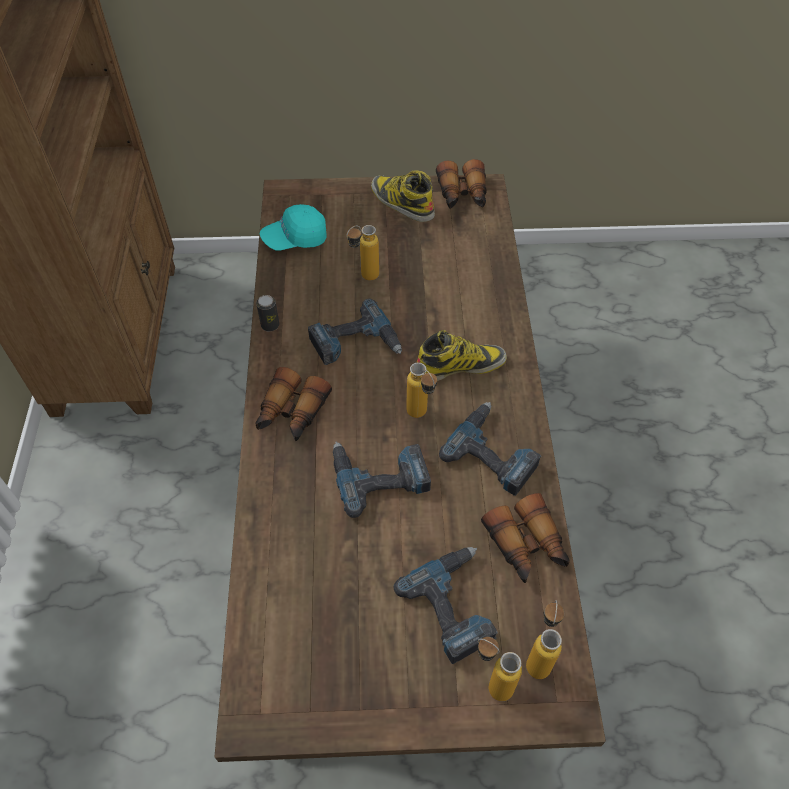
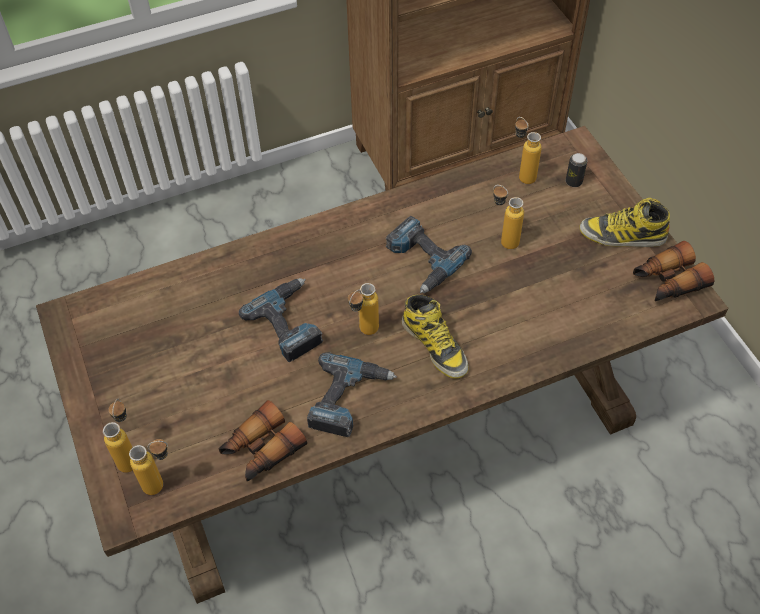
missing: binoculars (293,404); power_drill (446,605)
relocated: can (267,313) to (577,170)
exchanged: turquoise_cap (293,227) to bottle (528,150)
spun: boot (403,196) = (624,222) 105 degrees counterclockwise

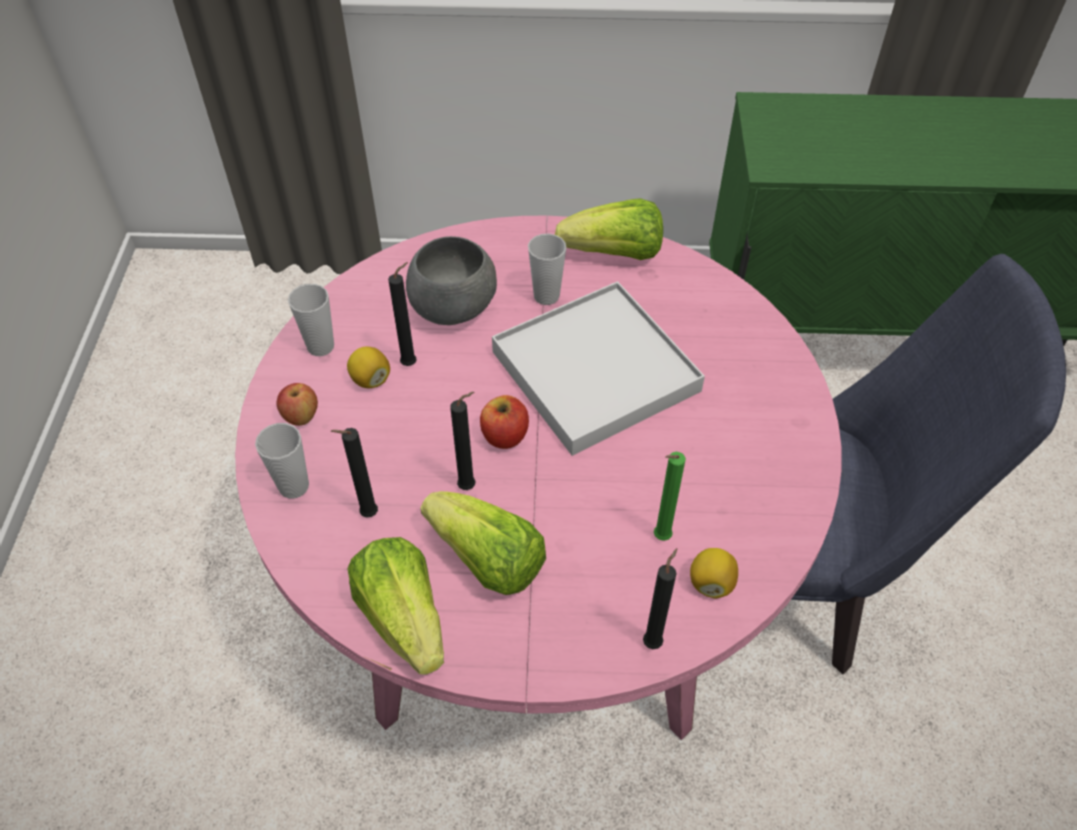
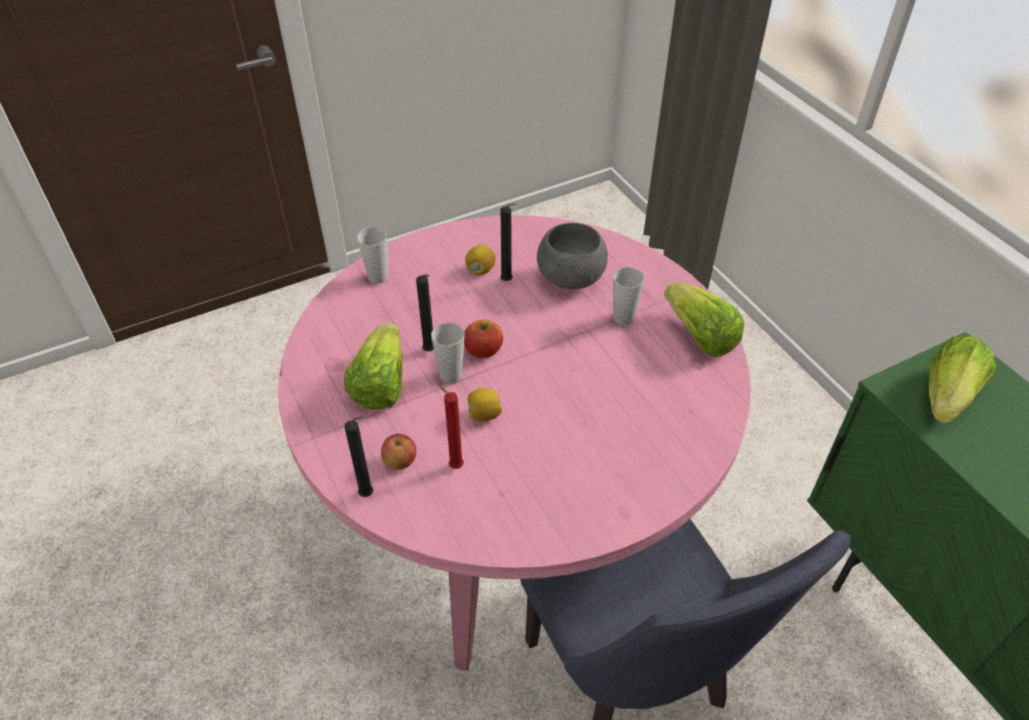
missing: black_candle (354,473); white_tray (598,368)
relocated: apple (297,404) to (398,452); cup (311,320) to (448,352); lettuce (395,605) to (962,379); lemon (714,573) to (484,405)
colour: green_candle (670,496) to red_candle (451,426)

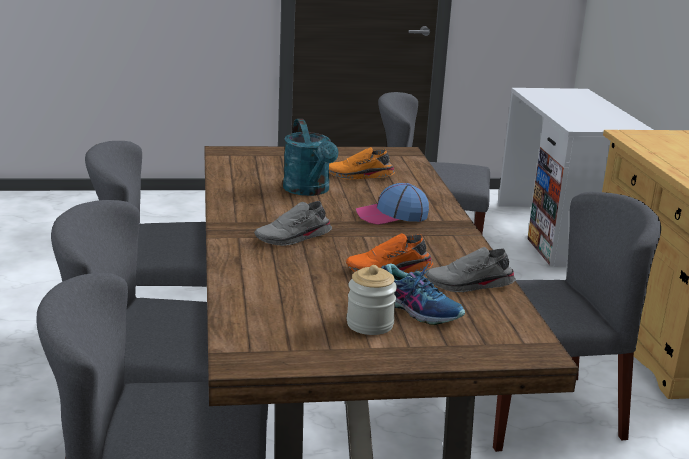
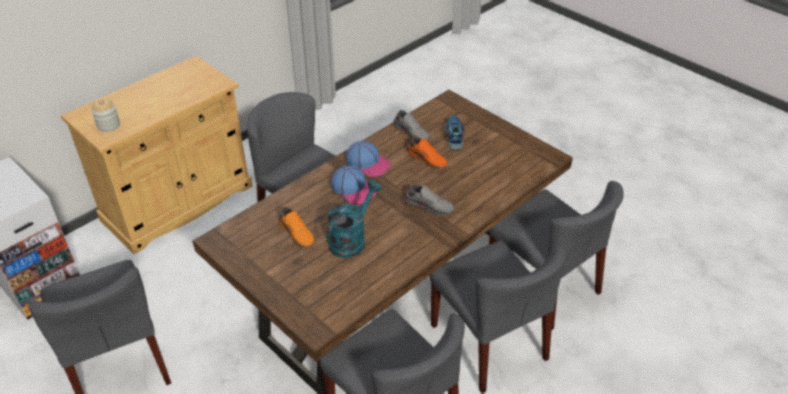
appeared: cap (368,159)
relocated: jar (372,300) to (105,115)

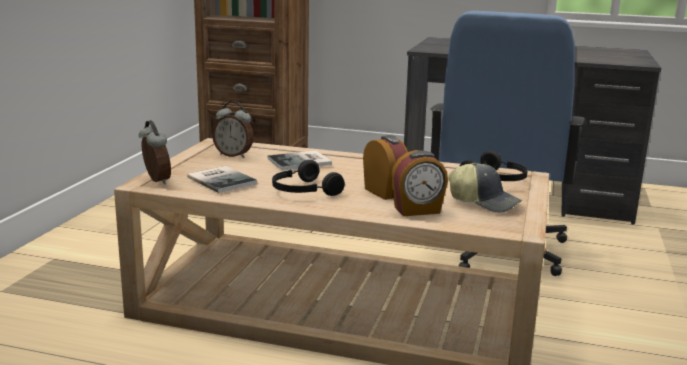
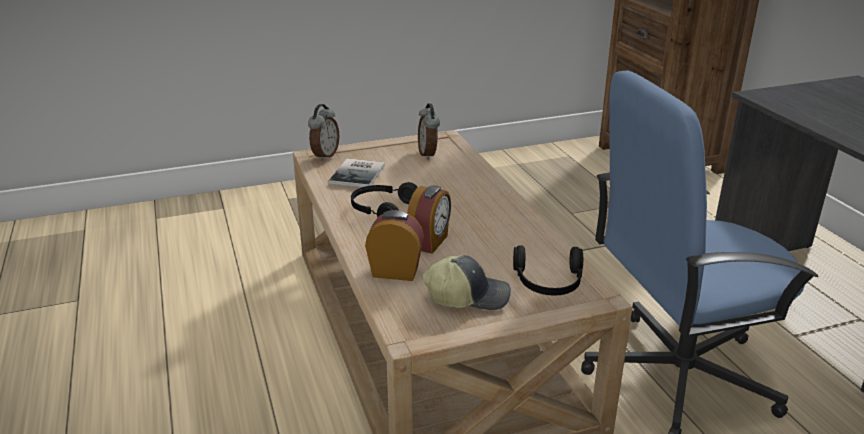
missing: book (300,161)
spun: alarm_clock (419,183) = (394,245) 150 degrees clockwise; cap (485,188) = (467,282) 90 degrees counterclockwise

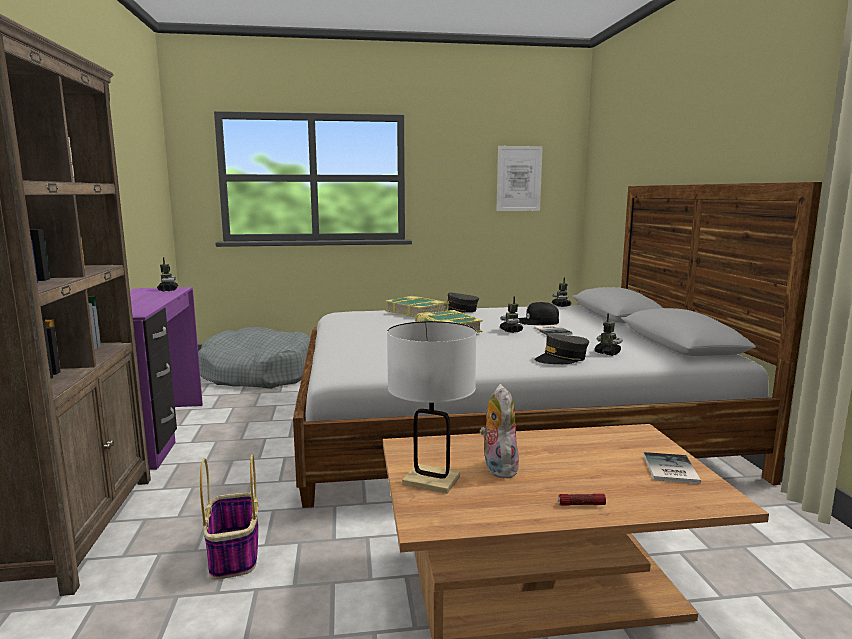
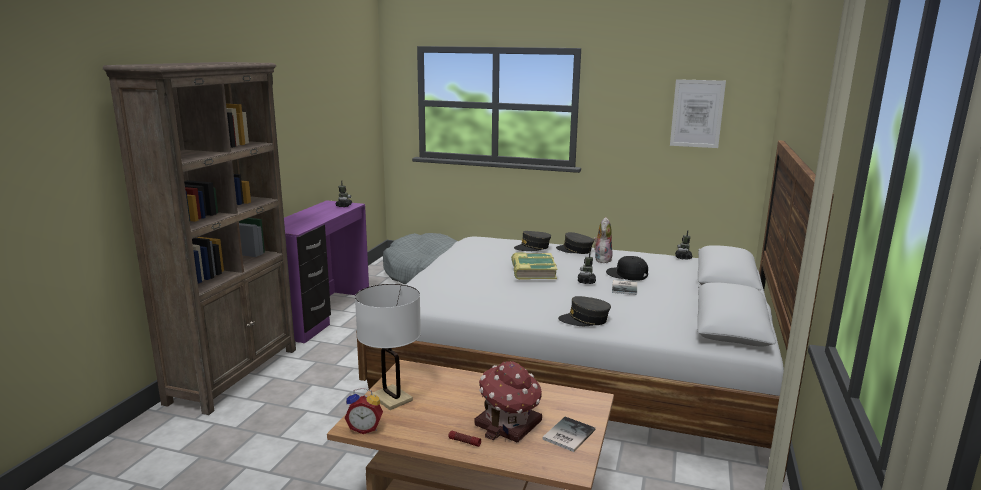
missing: basket (229,517); toy_robot (609,335)
appeared: alarm_clock (364,411); toy_house (508,402)
relocated: plush_toy (500,431) to (602,240)
exchanged: book (417,307) to grey_cap (532,241)

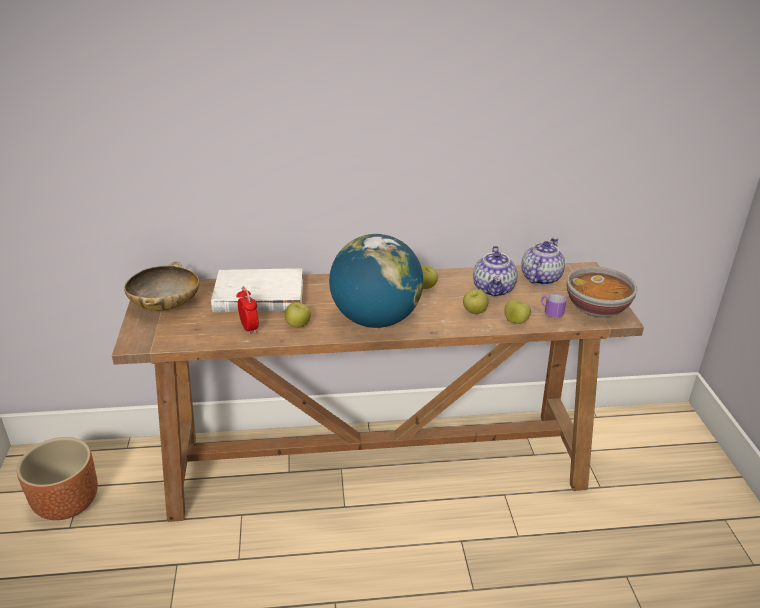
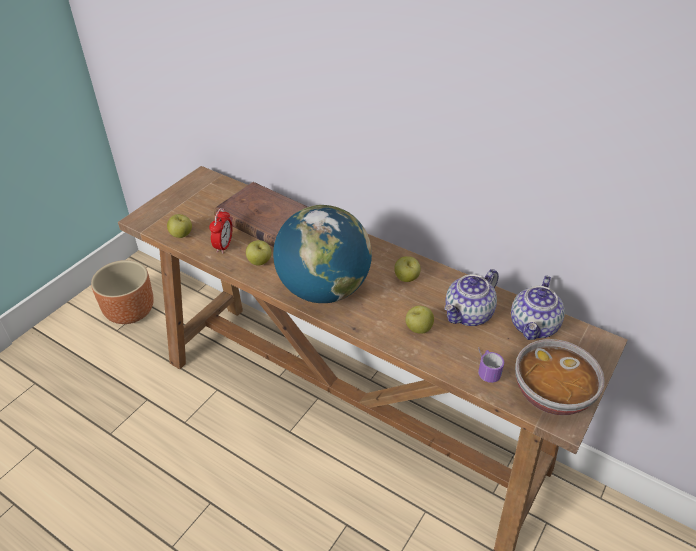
missing: beige_bowl (162,286)
relocated: apple (517,312) to (179,226)
colour: white_book (257,290) to brown_book (261,214)
spun: teapot (543,262) = (538,307) 135 degrees clockwise

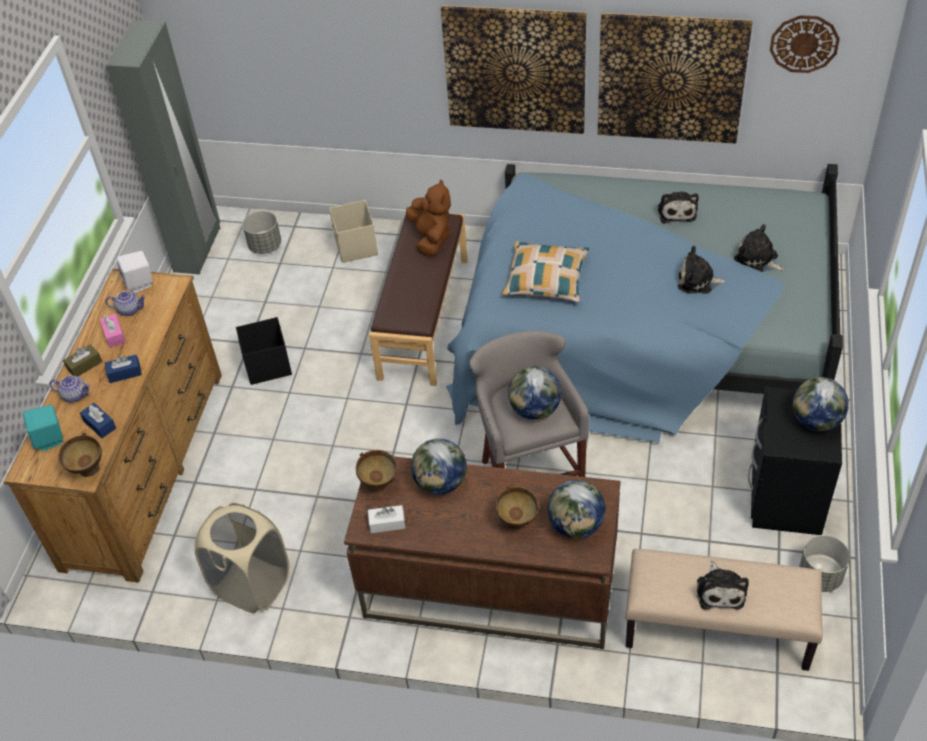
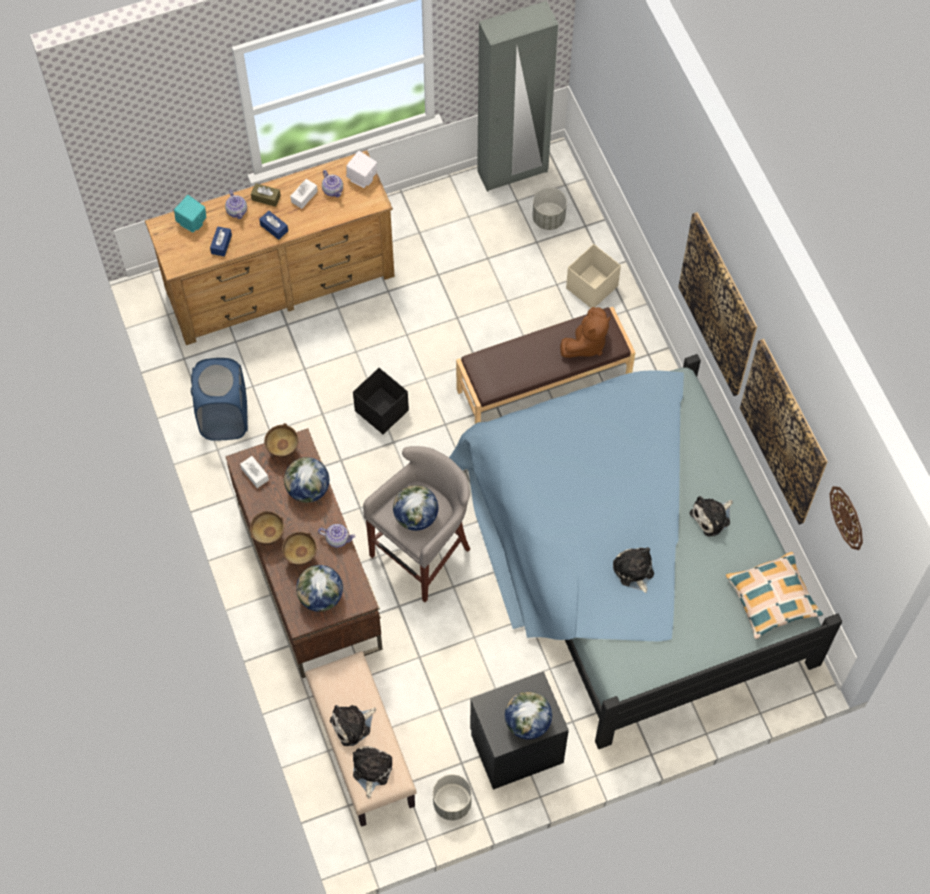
appeared: teapot (337,536)
relocated: brown_bowl (80,454) to (267,528); black_storage_box (264,351) to (381,401); pillow (545,271) to (774,595); plush_toy (759,248) to (372,772)
colour: pink_tissue_box (113,330) to white_tissue_box (304,194); beige_laundry_basket (241,558) to blue_laundry_basket (219,399)

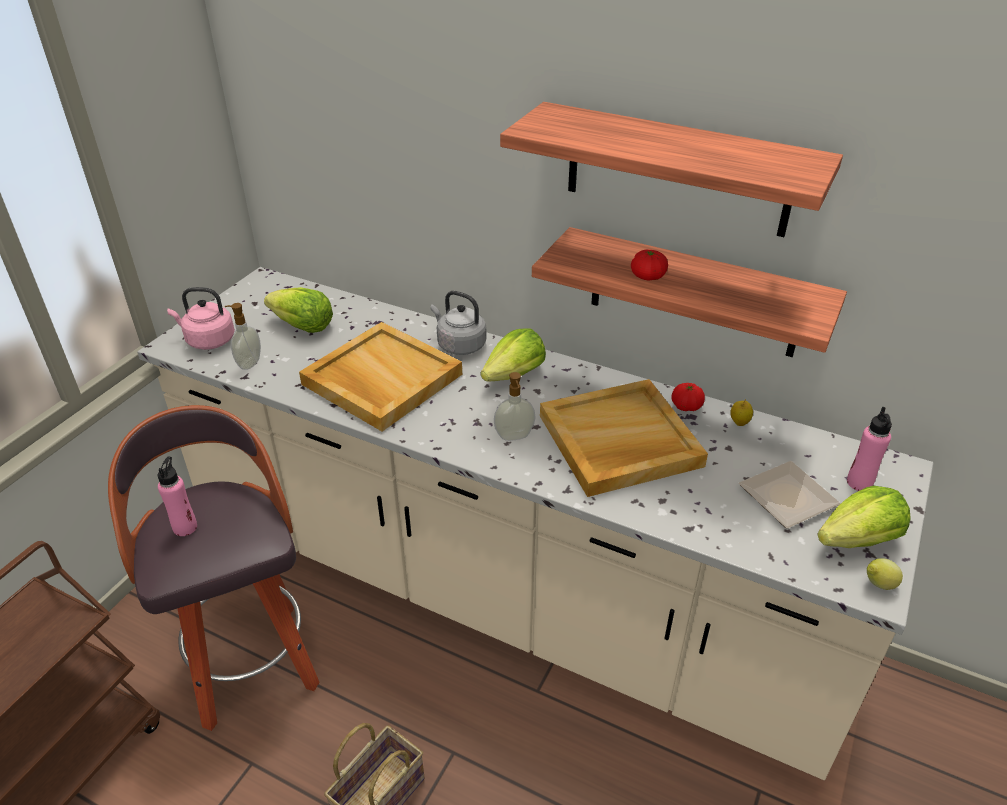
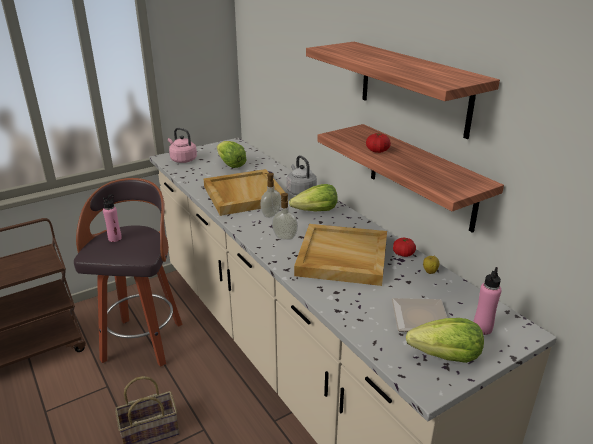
missing: lemon (885,574)
relocated: soap_dispenser (243,336) to (271,195)

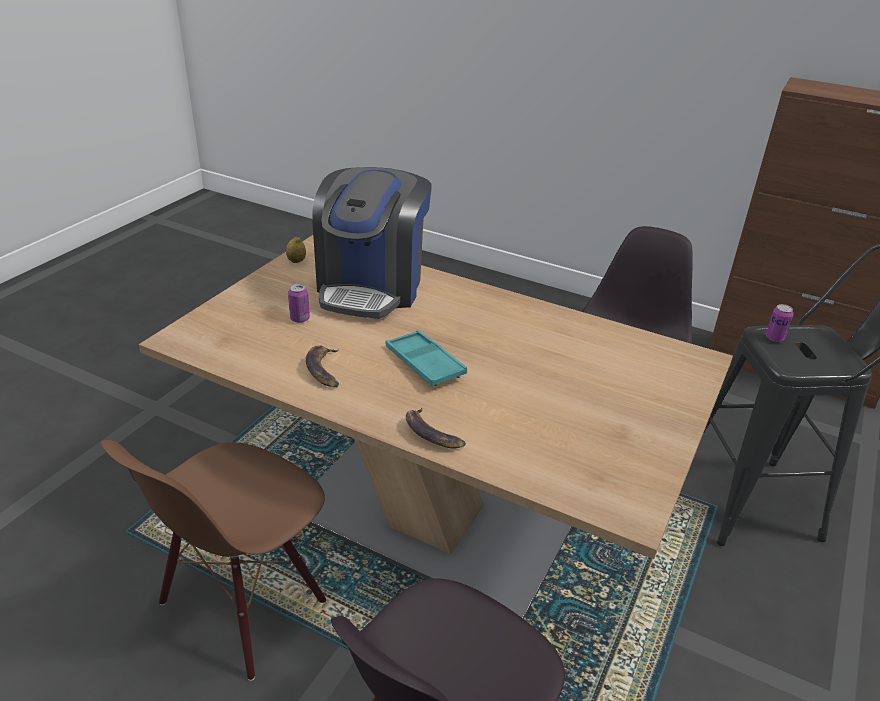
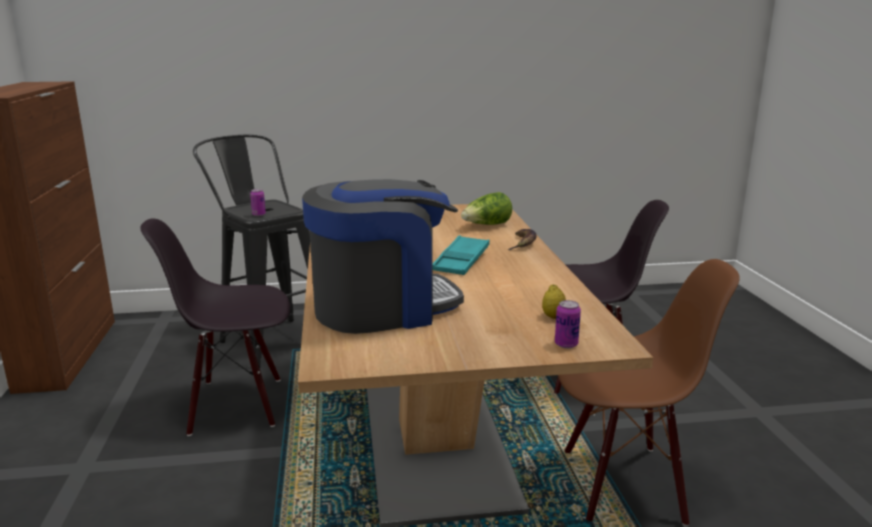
missing: banana (322,366)
appeared: lettuce (486,208)
relocated: lemon (296,249) to (554,302); can (299,303) to (568,324)

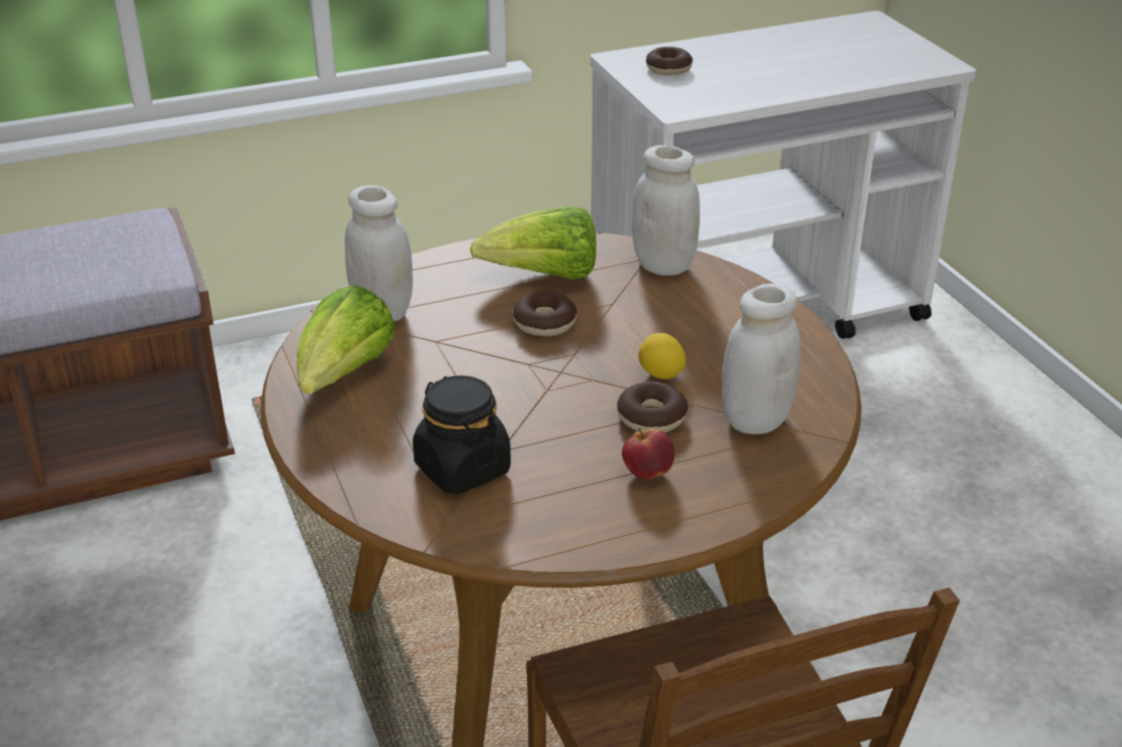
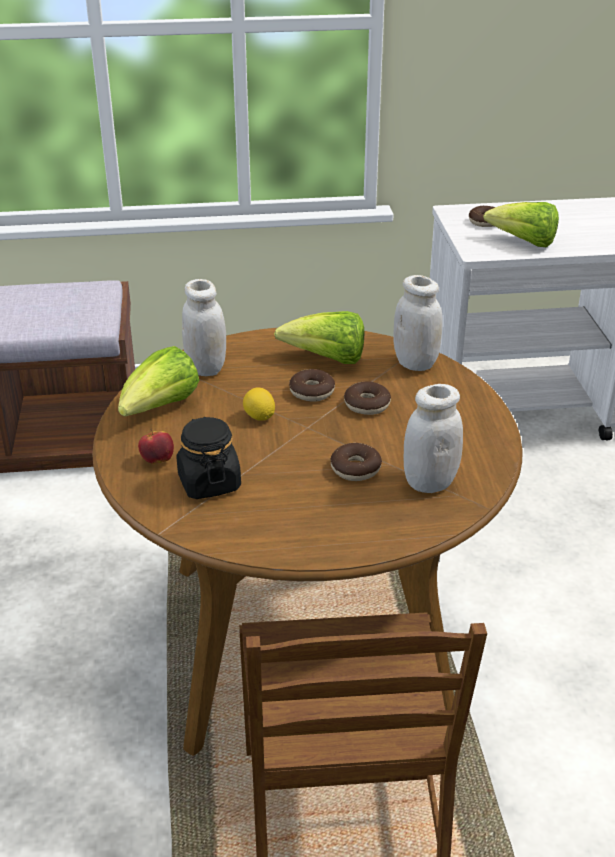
appeared: donut (367,398); lettuce (521,224)
relocated: apple (648,453) to (156,446); lemon (662,356) to (259,404)

